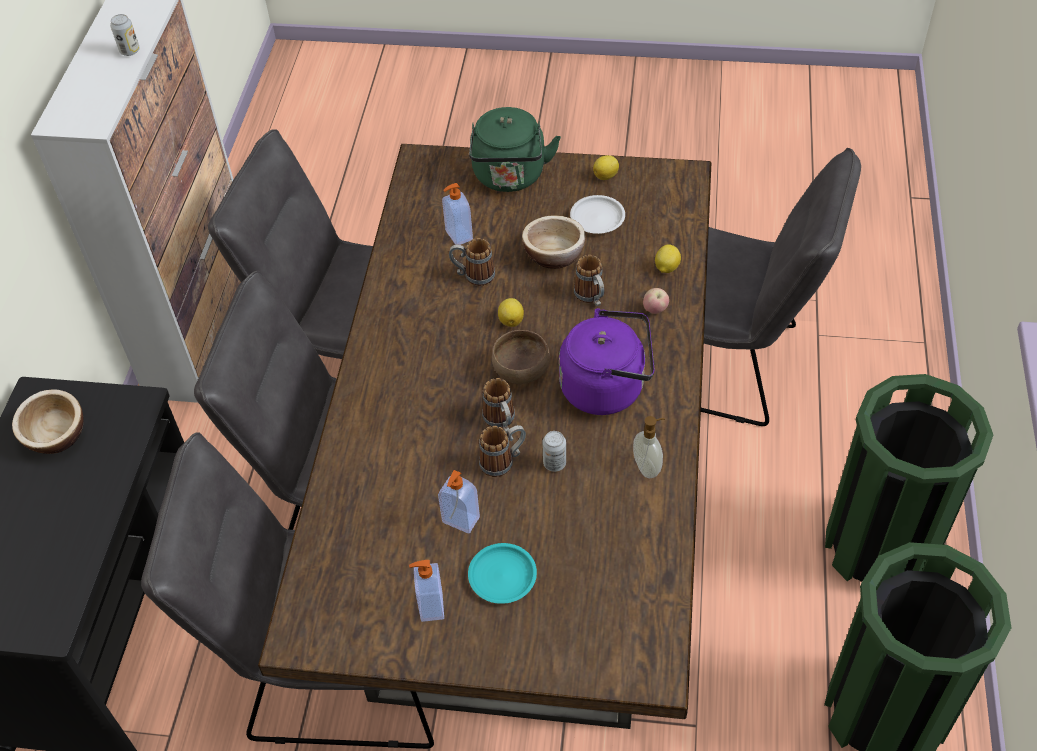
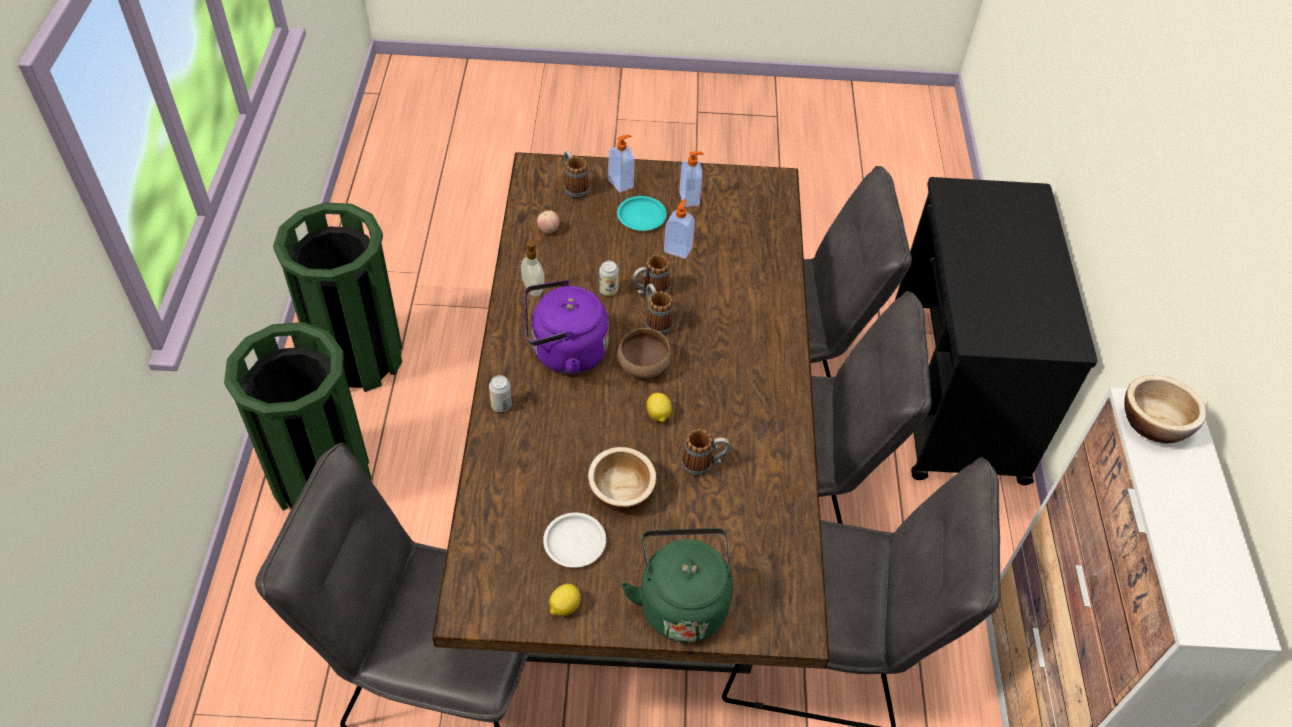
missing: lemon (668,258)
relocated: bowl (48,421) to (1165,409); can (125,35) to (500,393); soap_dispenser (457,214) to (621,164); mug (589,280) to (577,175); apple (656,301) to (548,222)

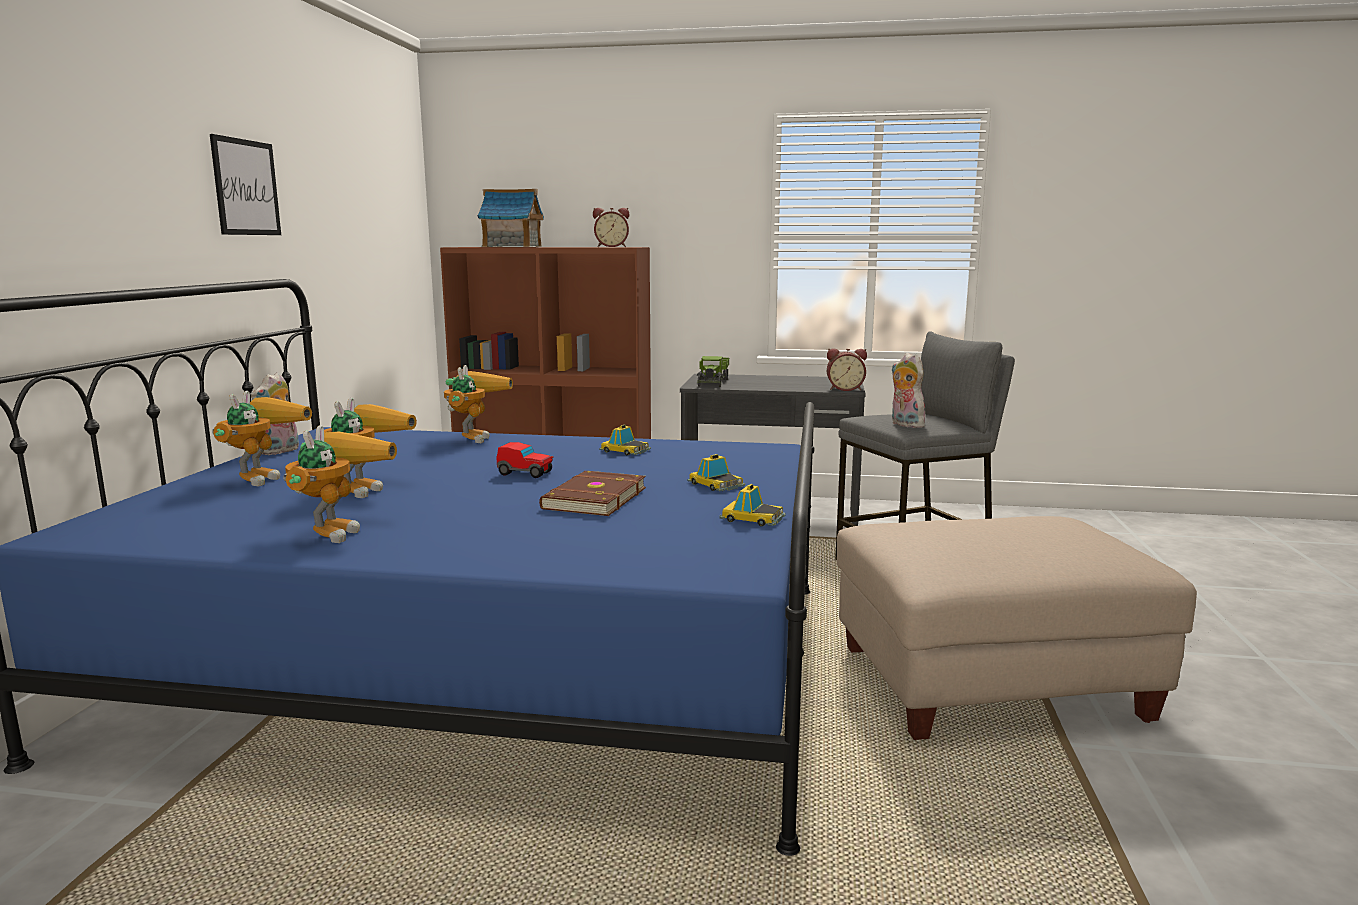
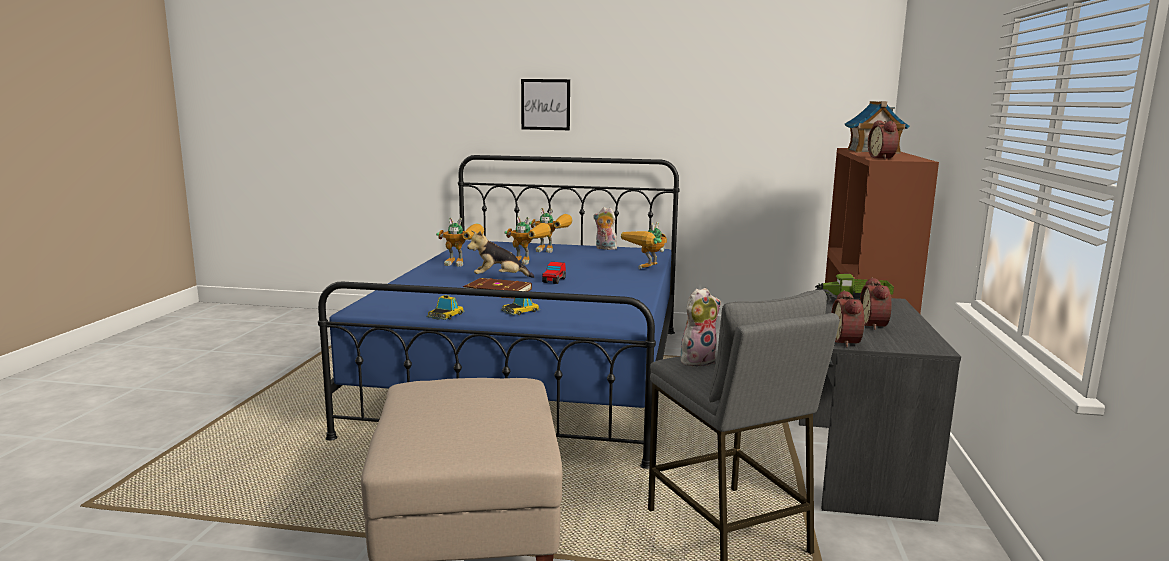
missing: toy_car (625,439)
appeared: plush_toy (501,254); alarm_clock (875,304)
relocated: picture (245,184) to (545,104)
spun: toy_robot (478,404) = (644,245) 120 degrees clockwise

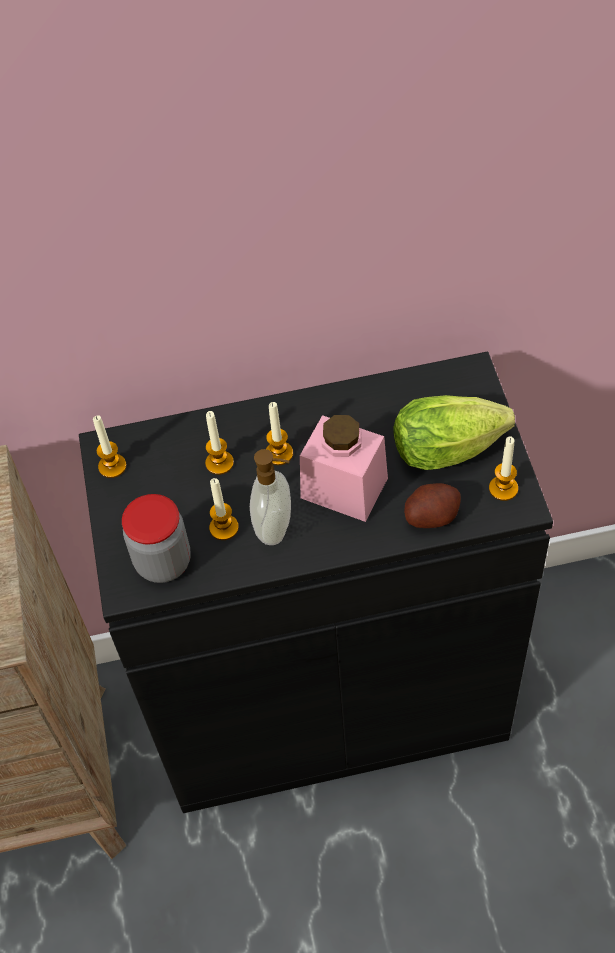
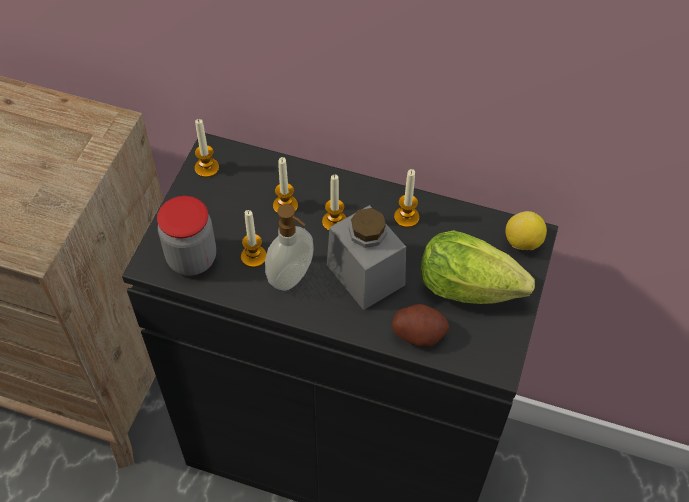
appeared: lemon (526,230)
relocated: candle (503,468) to (406,198)
colour: pink_jar (344,468) to grey_jar (366,257)

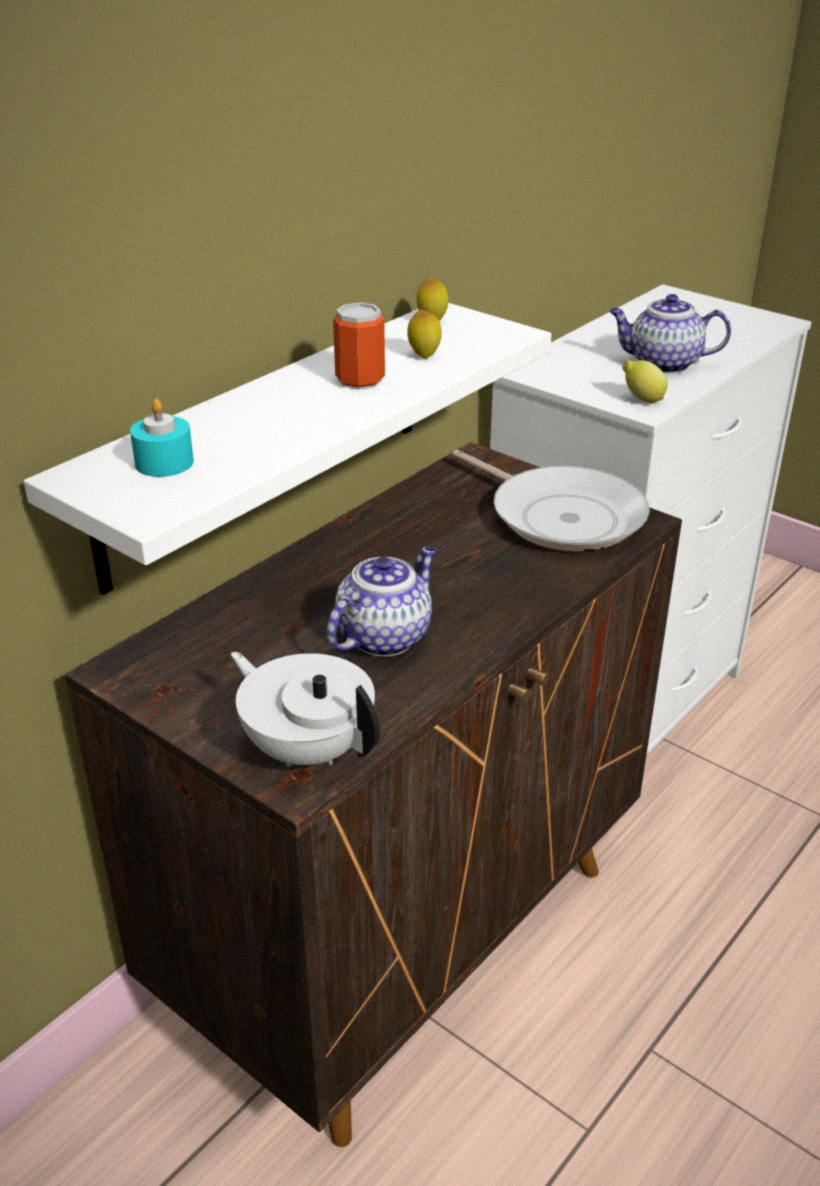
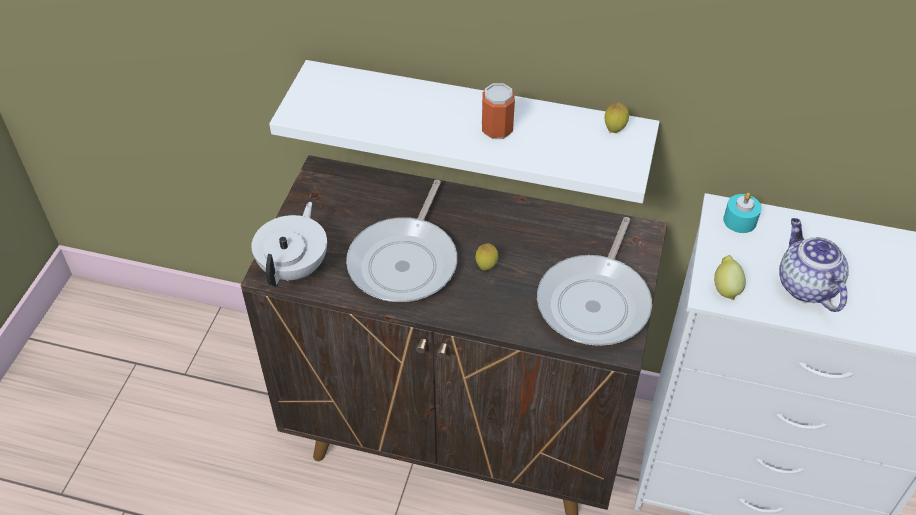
relocated: turquoise_candle (162,438) to (742,213); lemon (424,334) to (487,257)
exchanged: teapot (381,601) to frying_pan (401,241)

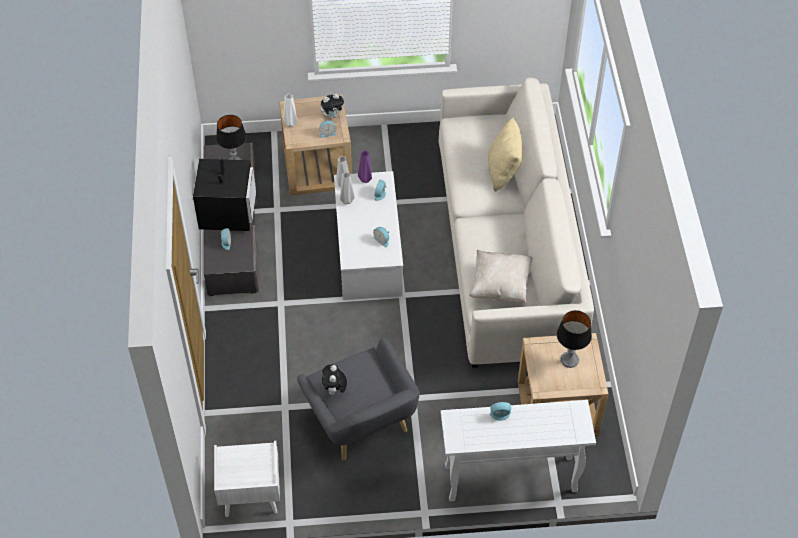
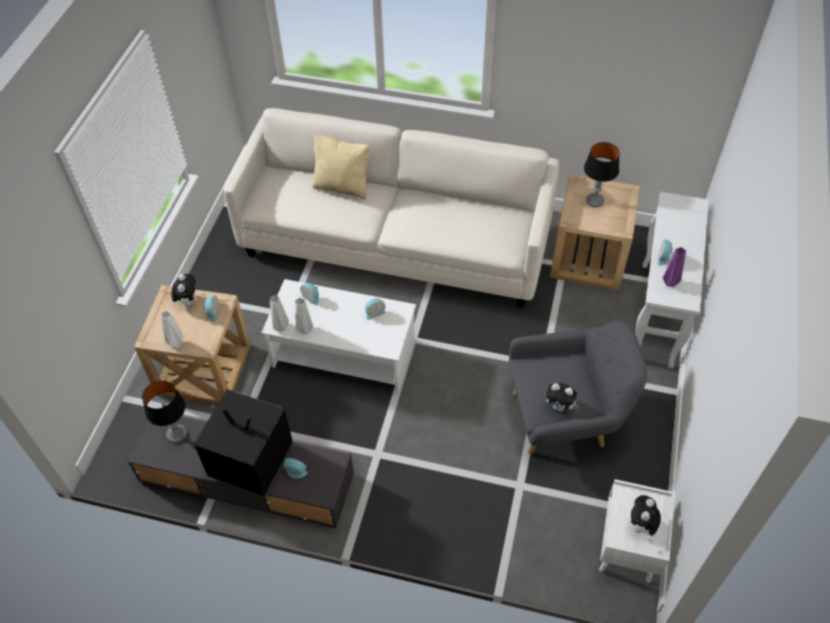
missing: beige_pillow (500,276)
appeared: plush_toy (646,515)
relocated: purple_vase (365,166) to (674,267)

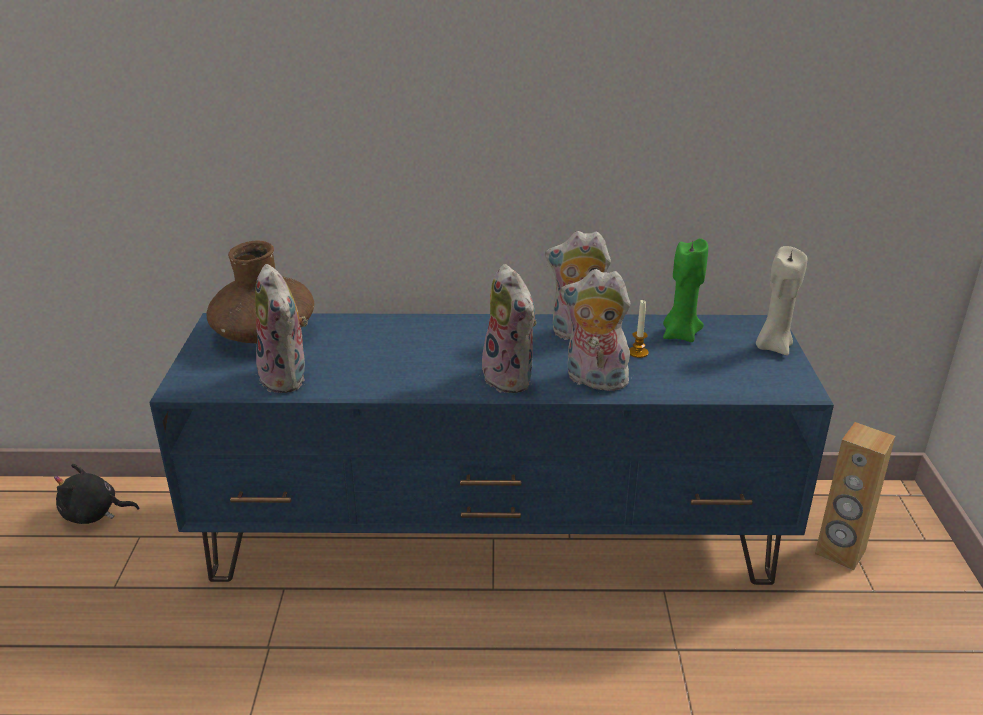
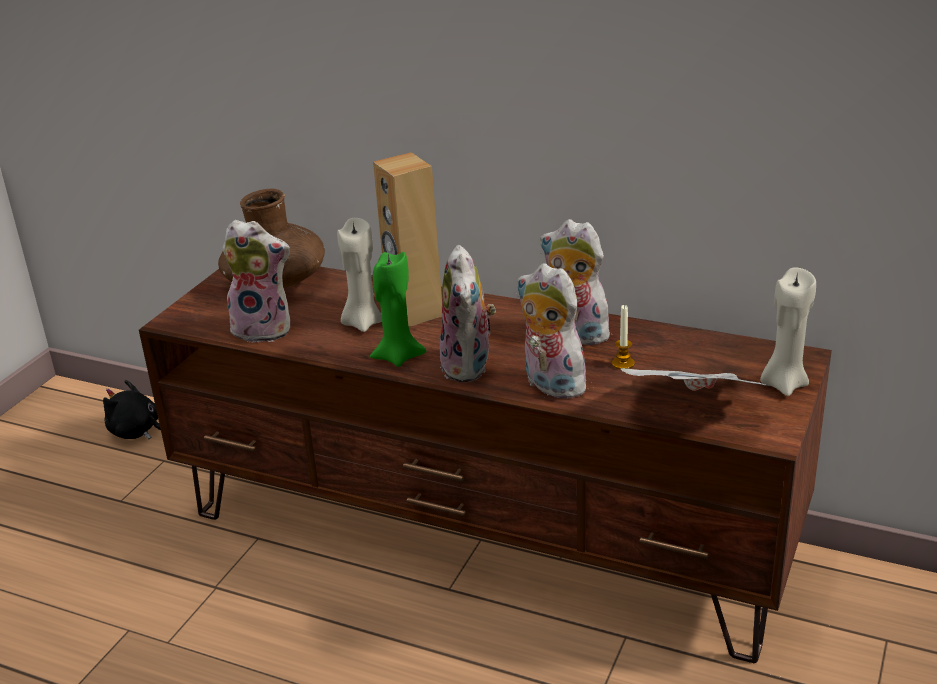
appeared: beige_candle (359,275); newspaper (694,379)
relocated: green_candle (685,290) to (398,309); brown_speaker (855,496) to (407,239)
colour: blue_tv_stand (491,449) to brown_tv_stand (485,465)
spun: plush_toy (281,328) = (256,281) 75 degrees counterclockwise

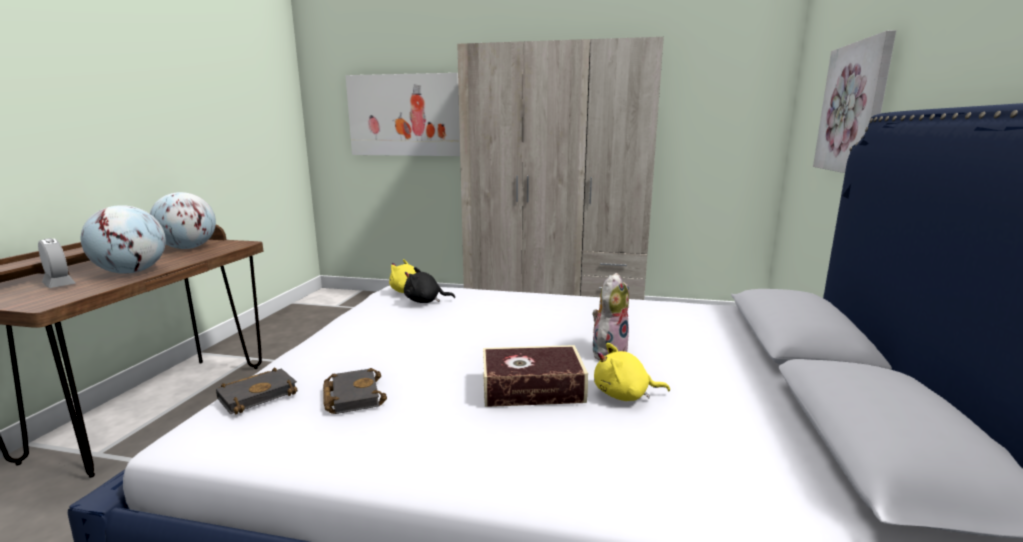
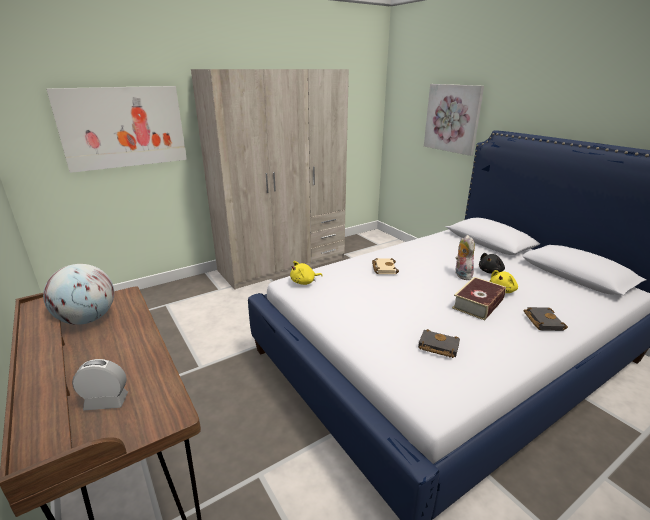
missing: globe (123,239)
appeared: beige_book (385,266)
relocated: black_book (257,391) to (545,319); black_plush_toy (429,285) to (492,263)

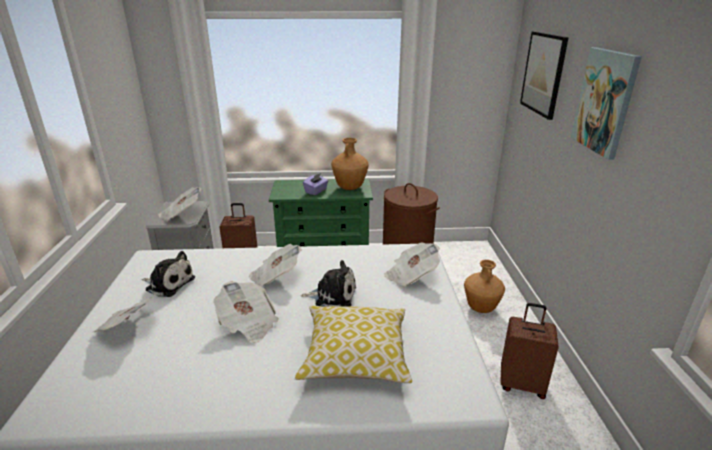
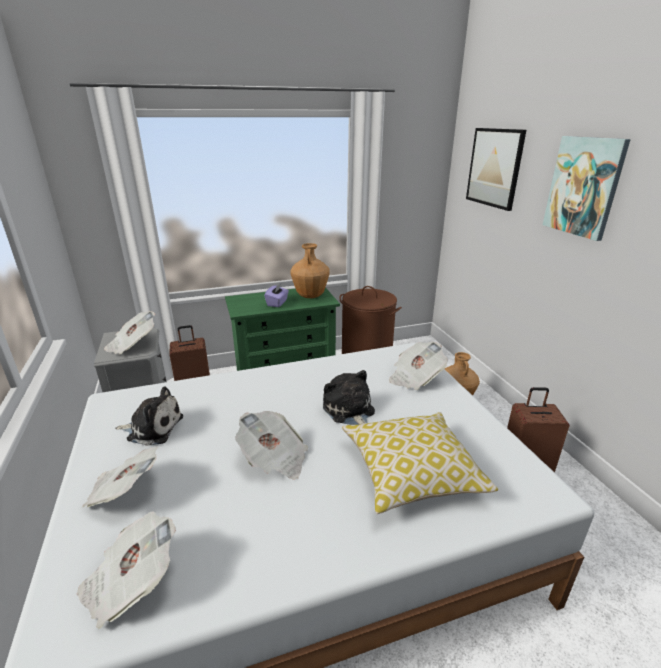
relocated: newspaper (275,265) to (126,570)
spun: plush_toy (328,283) = (349,397) 105 degrees counterclockwise

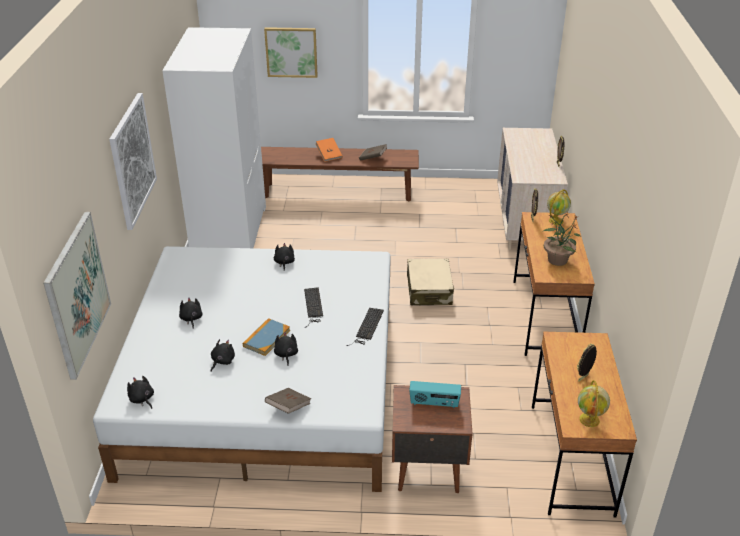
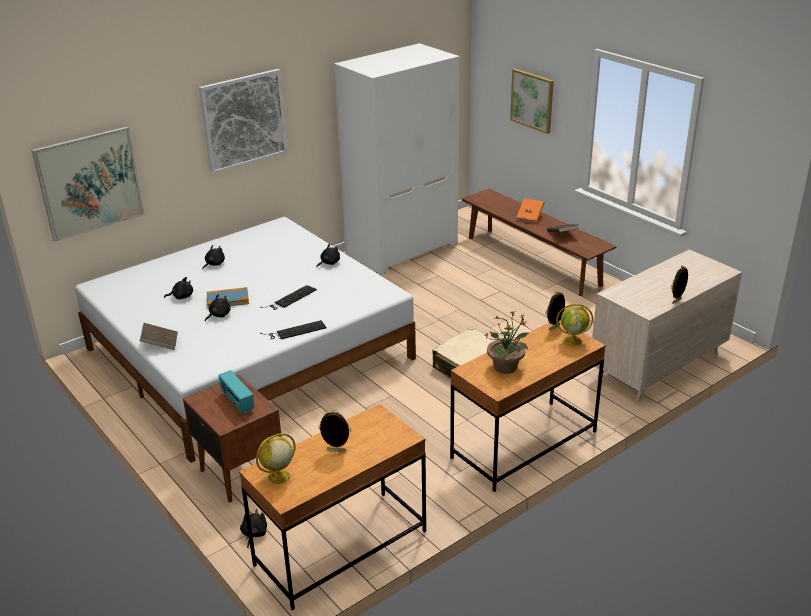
relocated: black_plush_toy (140,392) to (253,528)

